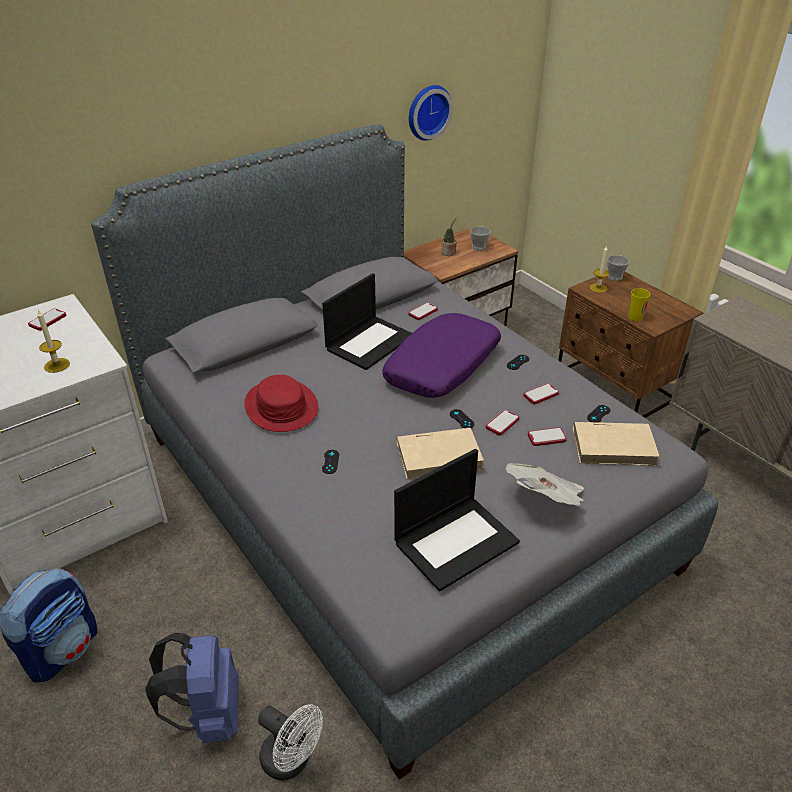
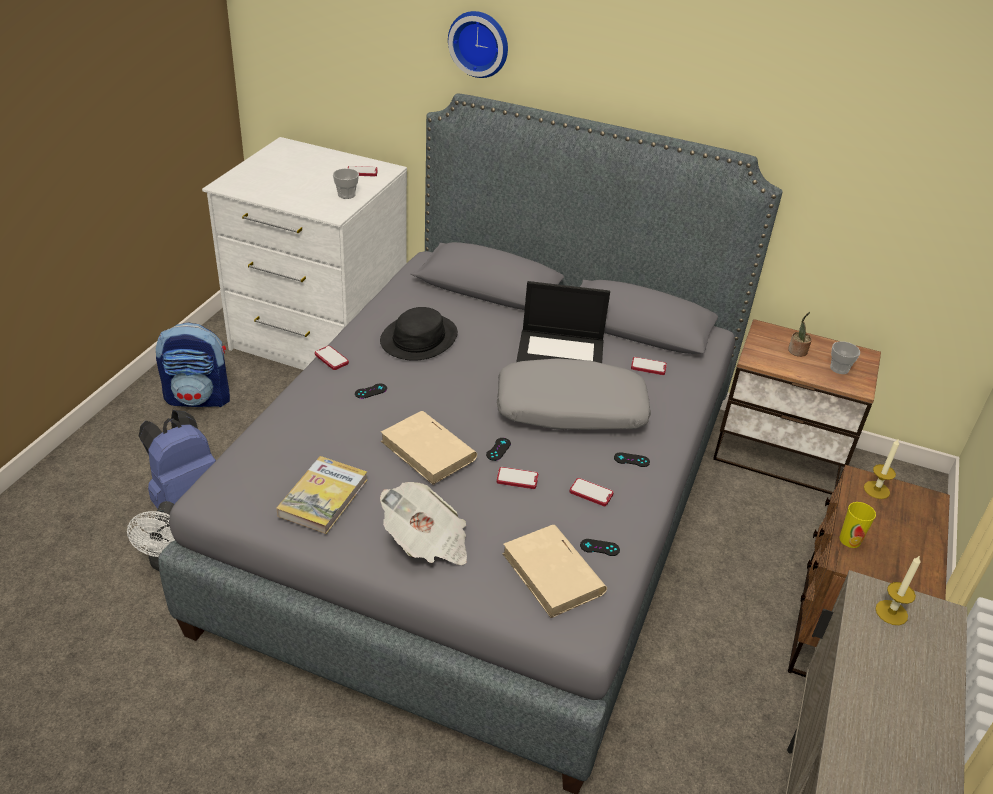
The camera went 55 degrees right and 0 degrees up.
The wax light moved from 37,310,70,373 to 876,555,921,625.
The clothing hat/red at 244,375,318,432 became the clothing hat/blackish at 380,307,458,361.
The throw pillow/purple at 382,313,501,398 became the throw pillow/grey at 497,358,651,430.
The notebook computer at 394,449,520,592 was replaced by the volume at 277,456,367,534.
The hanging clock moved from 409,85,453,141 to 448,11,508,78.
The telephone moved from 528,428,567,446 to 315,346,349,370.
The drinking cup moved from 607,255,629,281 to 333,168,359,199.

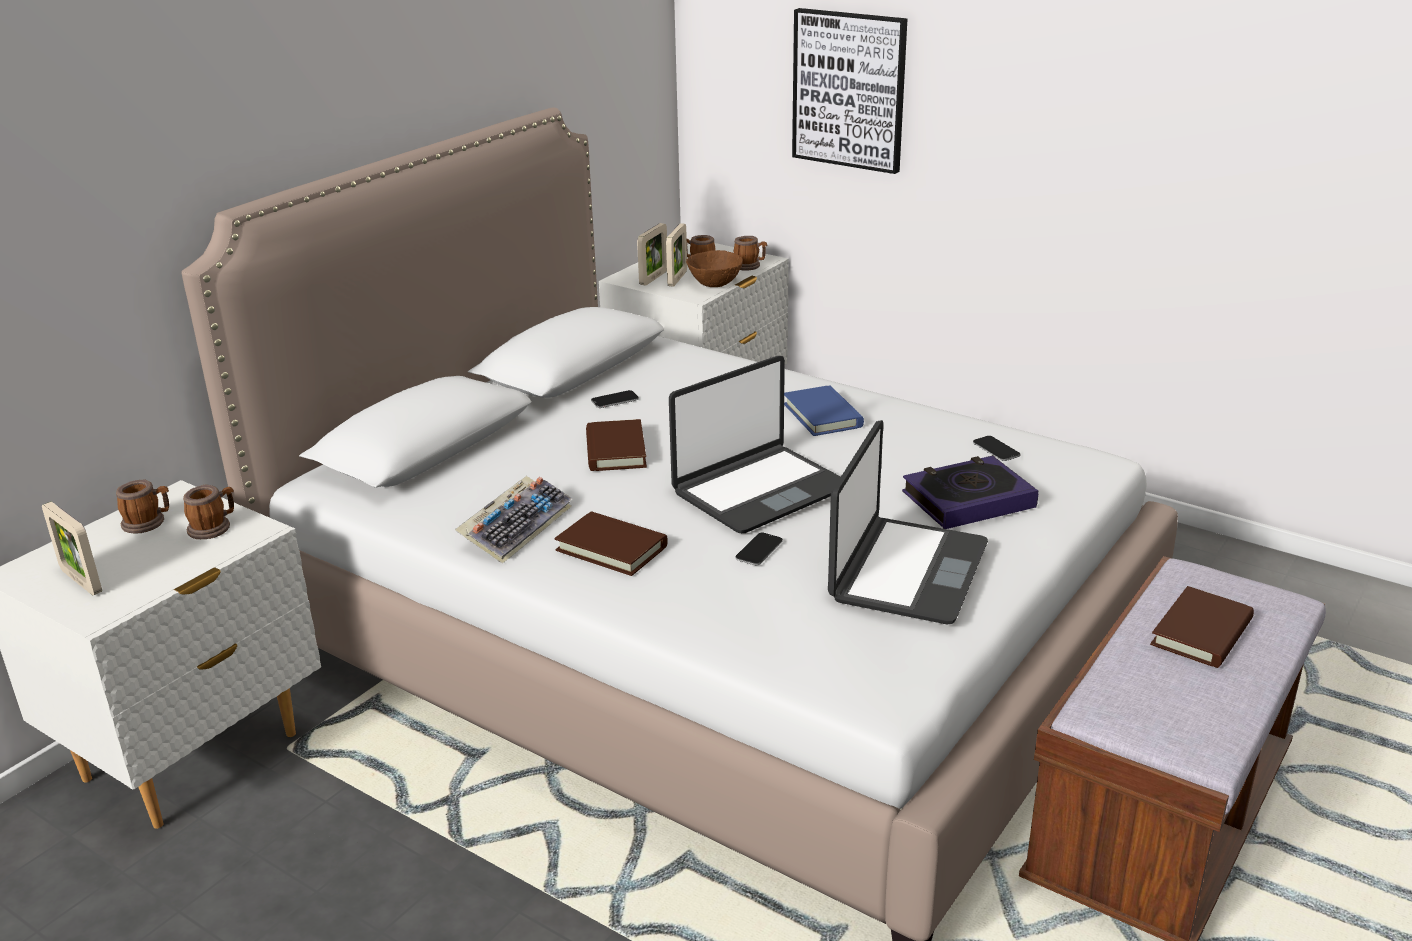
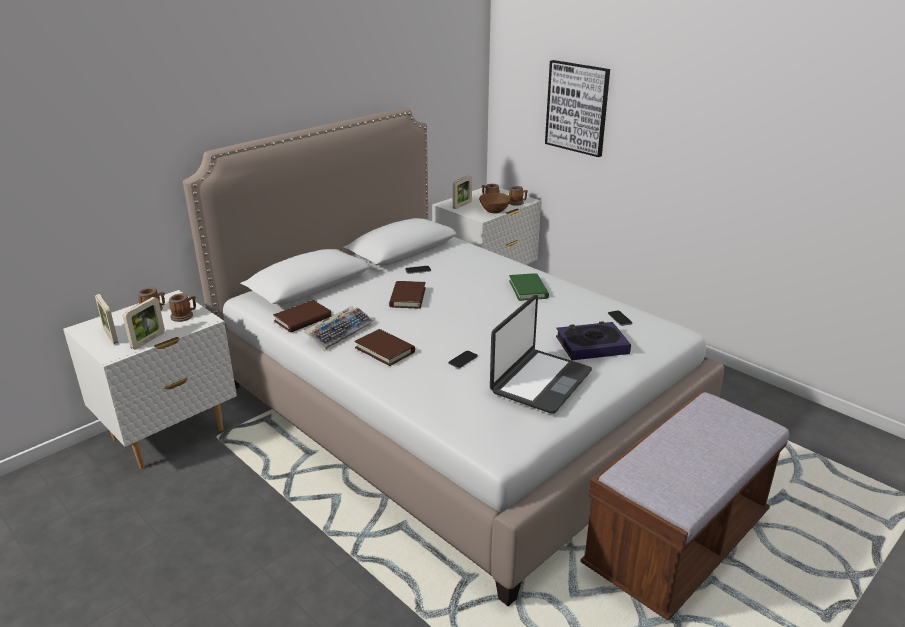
The camera went 10 degrees right and 0 degrees up.
The picture frame moved from 666,223,687,287 to 123,297,165,349.
The notebook computer at 669,356,841,533 disappeared.
The volume/blue at 784,385,864,436 became the volume/green at 509,273,549,301.
The volume/brown-coloured moved from 1150,586,1254,668 to 273,300,332,333.

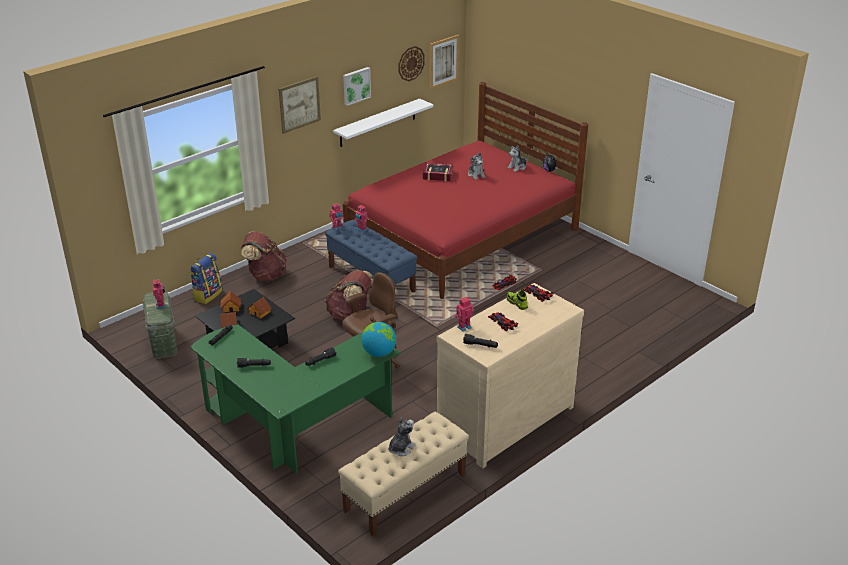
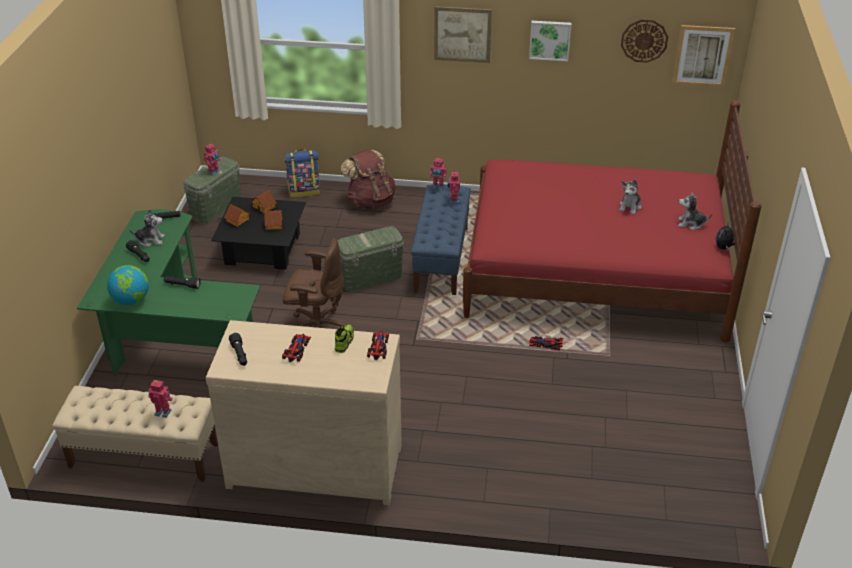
The camera went 50 degrees right and 5 degrees up.
The rucksack/brown-coloured at 325,270,373,320 was replaced by the storage box/green at 337,226,405,292.
The bracket shelf/whitish at 333,99,433,147 disappeared.
The globe moved from 361,322,396,357 to 107,265,149,305.
The plush toy moved from 388,417,416,456 to 129,209,165,247.
The volume at 423,163,454,181 disappeared.
The robot figure moved from 455,297,474,332 to 148,380,173,418.

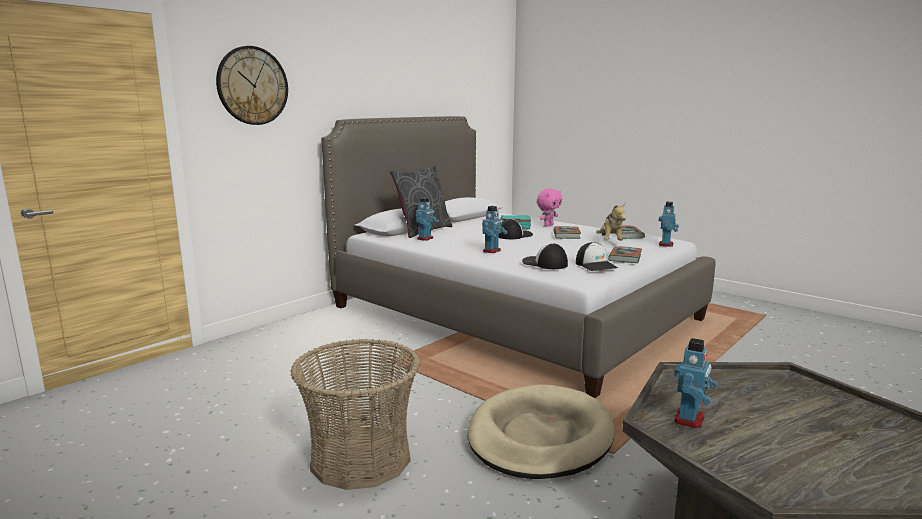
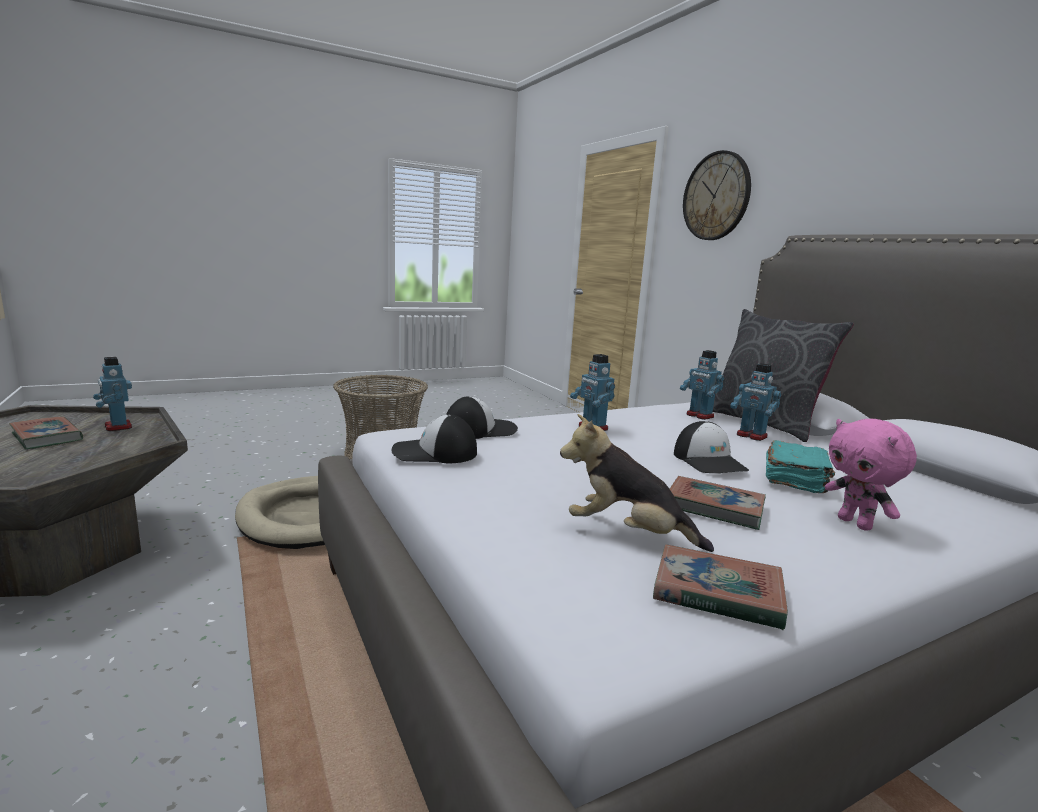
The camera went 110 degrees right and 0 degrees up.
The volume moved from 608,246,642,263 to 9,416,83,449.
The robot figure moved from 659,202,679,247 to 730,363,782,441.

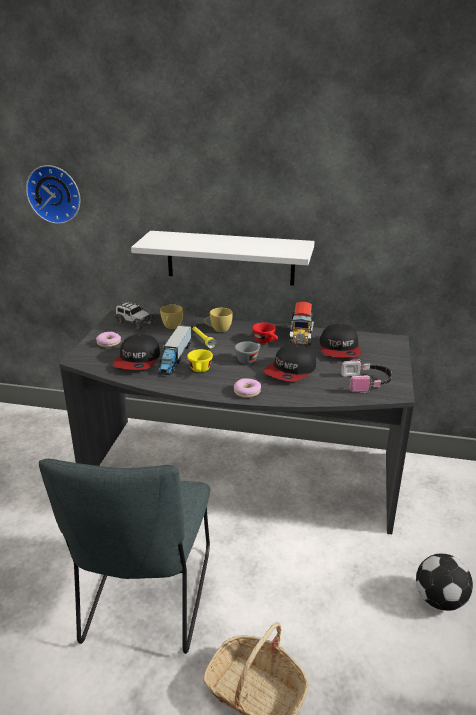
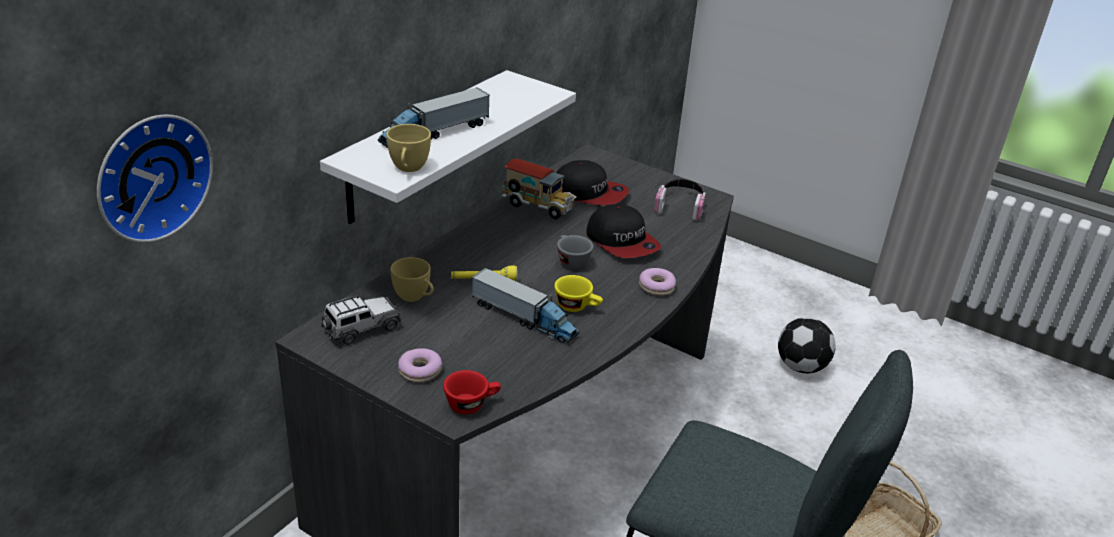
The camera went 70 degrees left and 5 degrees up.
The baseball cap at 113,334,160,370 disappeared.
The drinking cup/yellowish moved from 205,308,233,332 to 386,124,431,172.
The drinking cup/red moved from 252,322,278,343 to 443,370,501,414.
The model truck at 378,87,490,148 appeared.

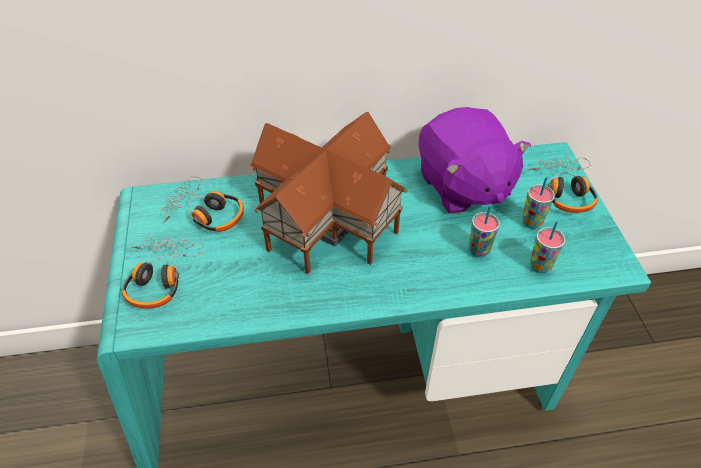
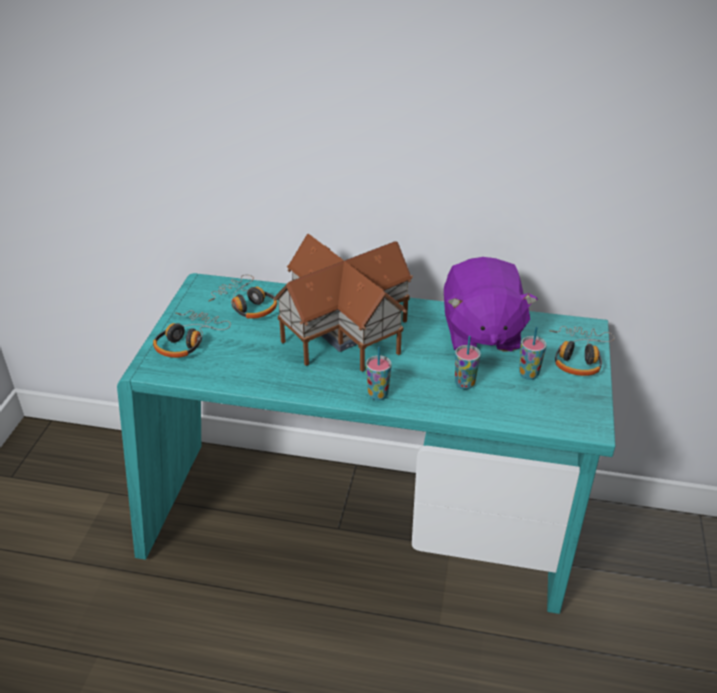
The camera went 20 degrees right and 10 degrees down.
The drinking cup moved from 530,221,565,273 to 366,346,391,400.

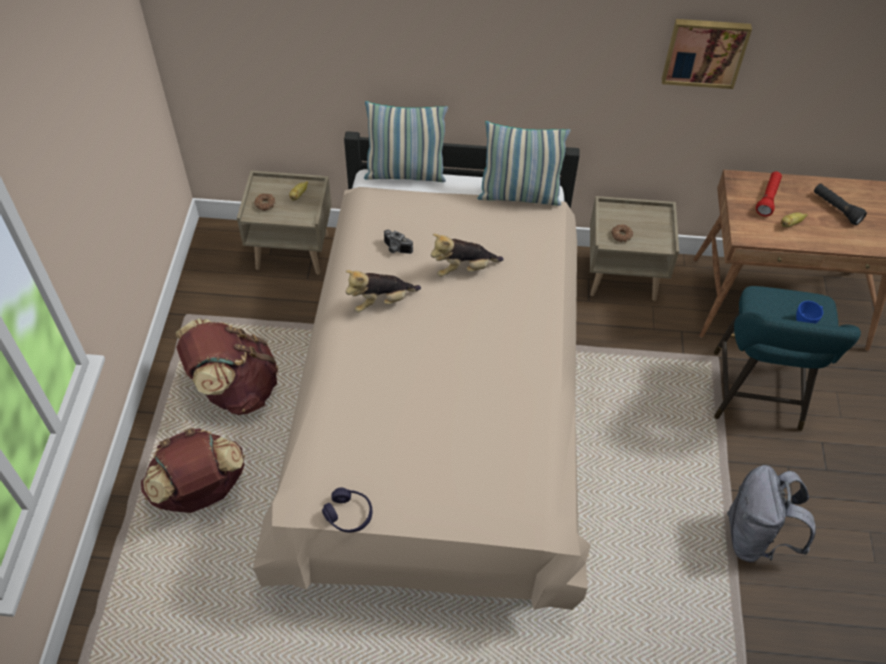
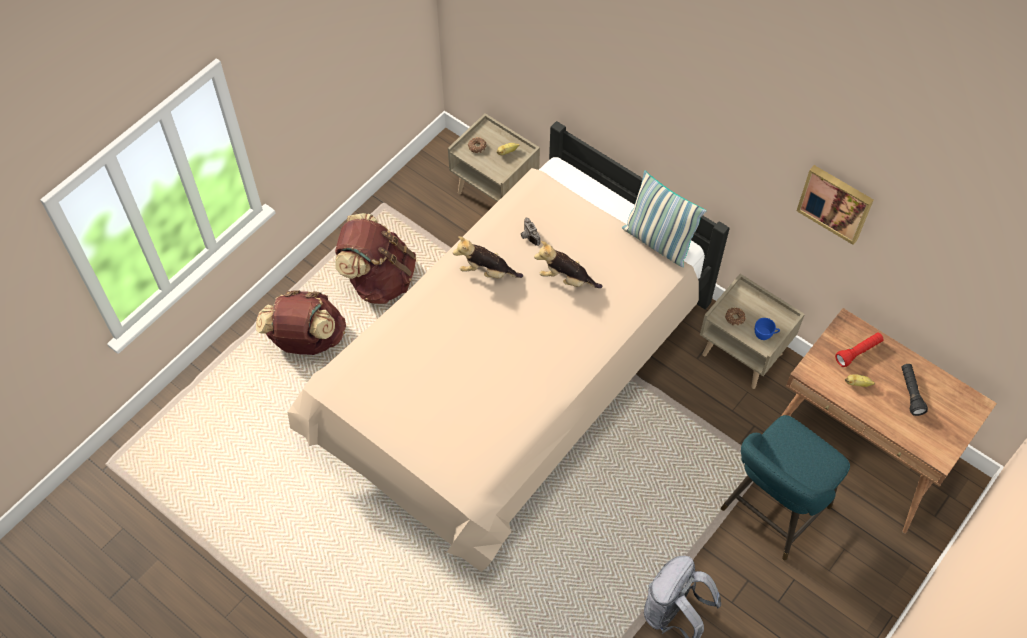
The camera went 35 degrees right and 5 degrees up.
The pair of headphones/purple at 322,488,372,533 disappeared.
The throw pillow at 364,101,448,182 disappeared.
The drinking cup/blue moved from 796,301,823,324 to 755,318,780,340.

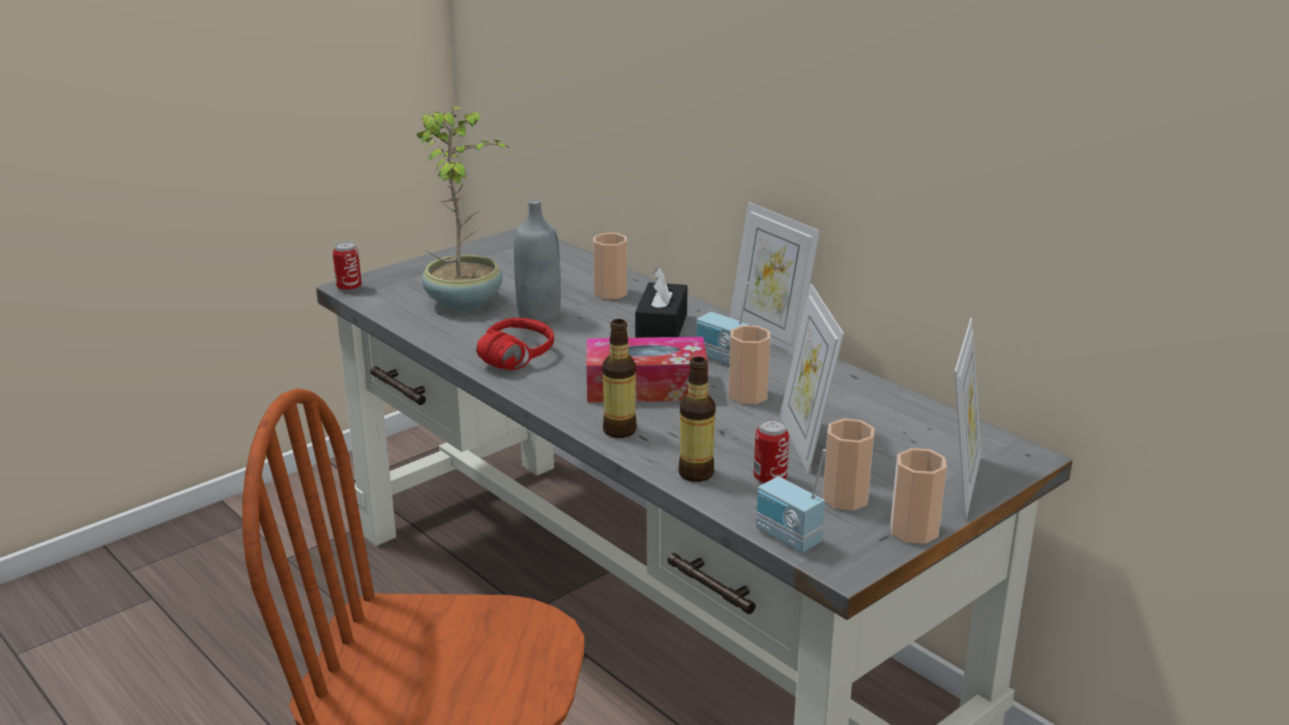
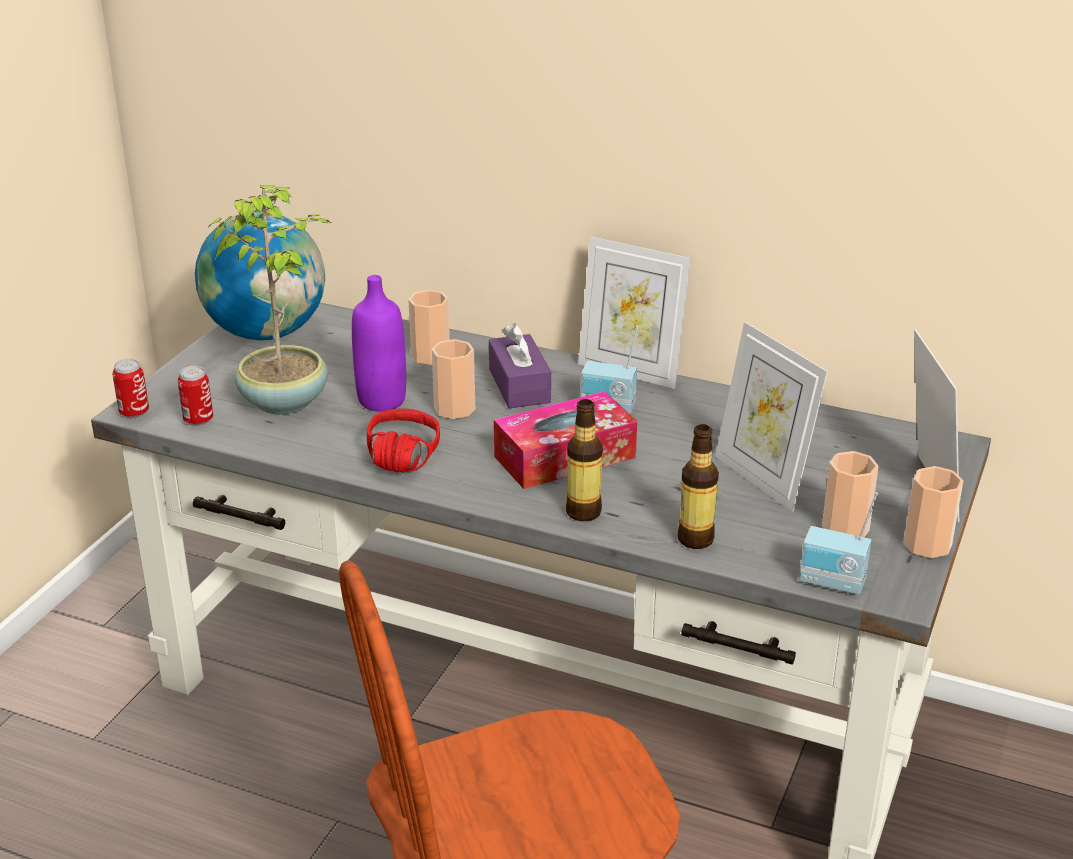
The camera went 25 degrees left and 5 degrees up.
The drink bottle/grey at 514,199,561,324 became the drink bottle/purple at 352,275,406,412.
The box of tissues/blackish at 635,267,687,338 became the box of tissues/purple at 489,323,551,408.
The drinking cup moved from 728,325,770,404 to 432,339,475,419.
The can moved from 754,419,789,484 to 178,366,213,426.
The globe at 195,211,325,340 appeared.

